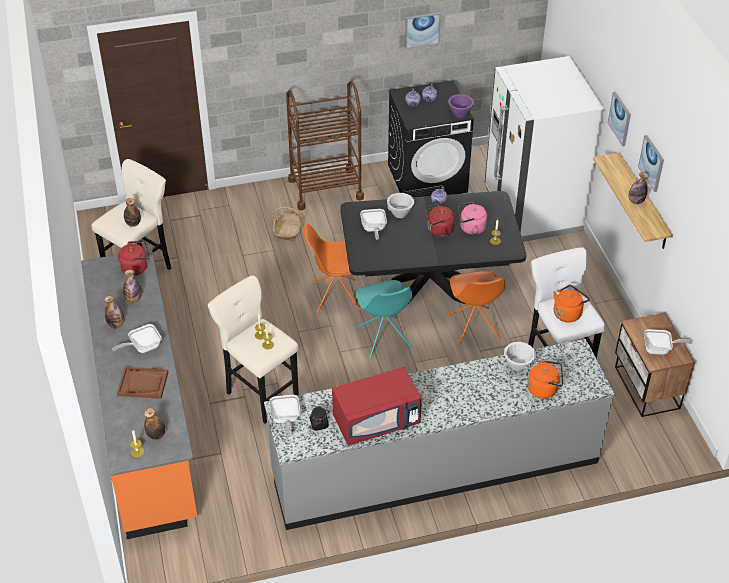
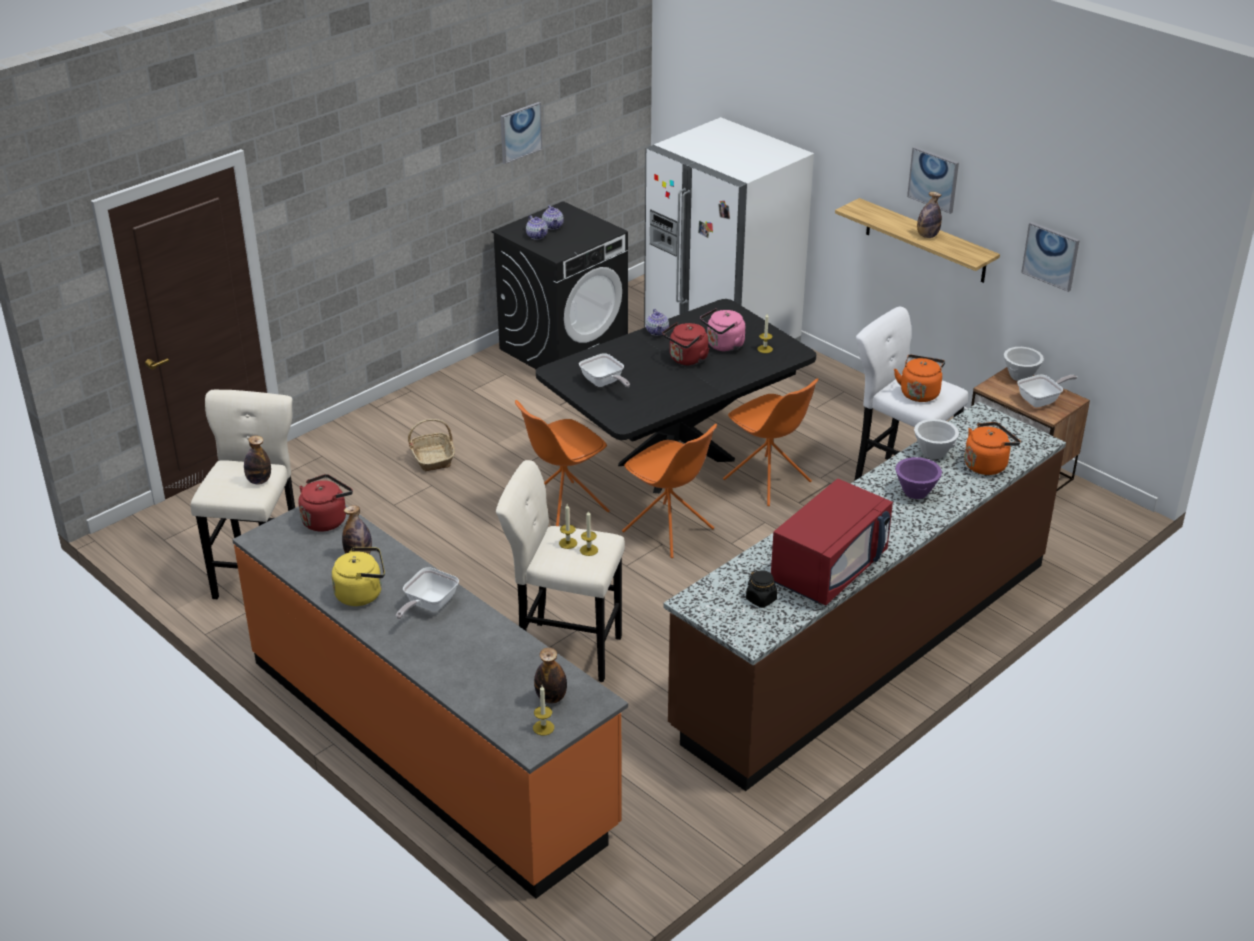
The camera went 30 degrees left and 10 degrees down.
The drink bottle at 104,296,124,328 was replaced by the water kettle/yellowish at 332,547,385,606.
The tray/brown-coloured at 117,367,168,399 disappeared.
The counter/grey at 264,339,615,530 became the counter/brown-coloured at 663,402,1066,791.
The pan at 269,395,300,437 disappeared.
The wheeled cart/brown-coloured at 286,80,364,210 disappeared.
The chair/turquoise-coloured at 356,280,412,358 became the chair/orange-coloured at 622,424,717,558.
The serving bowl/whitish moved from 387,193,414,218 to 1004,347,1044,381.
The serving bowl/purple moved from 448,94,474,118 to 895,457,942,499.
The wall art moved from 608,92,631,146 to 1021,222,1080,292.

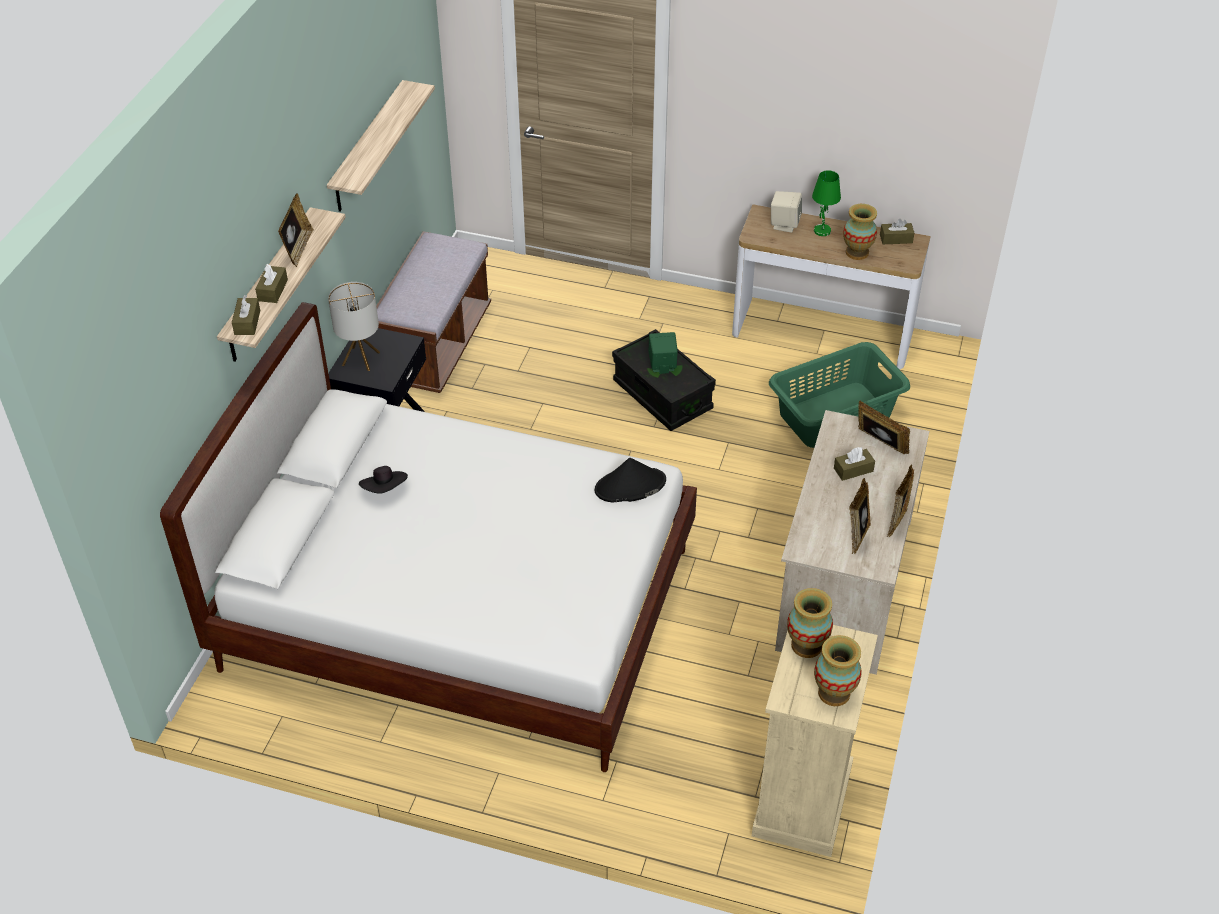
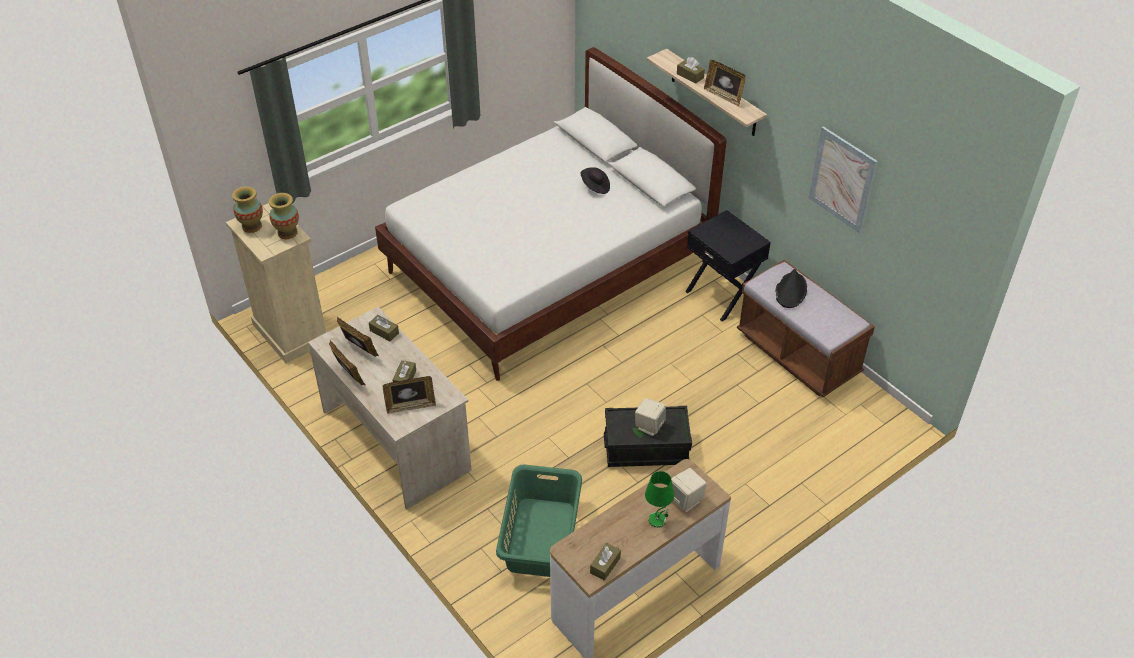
The camera went 125 degrees right and 0 degrees up.
The box of tissues/brown-coloured moved from 232,295,260,335 to 369,315,399,341.
The bracket shelf at 327,80,435,212 was replaced by the wall art at 809,126,878,233.
The tabletop lamp at 328,282,380,371 disappeared.
The clothing hat/blackish moved from 595,458,666,503 to 775,269,807,308.
The speaker/green at 649,332,678,374 became the speaker/beige at 635,398,666,436.
The decorative vase at 843,204,877,260 disappeared.

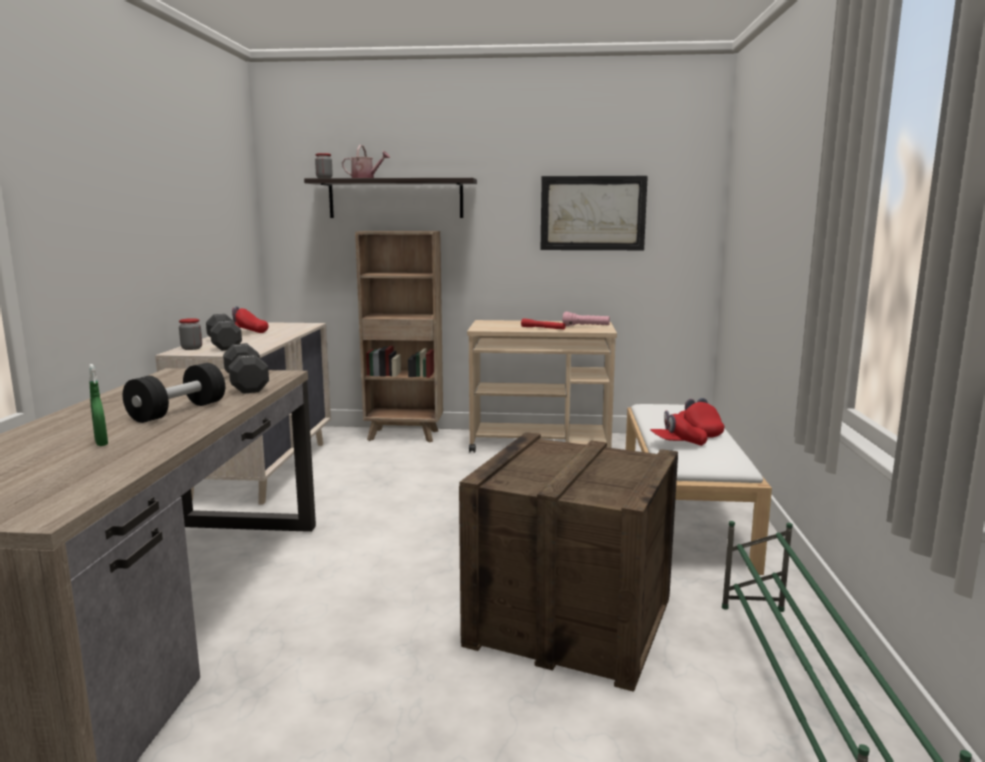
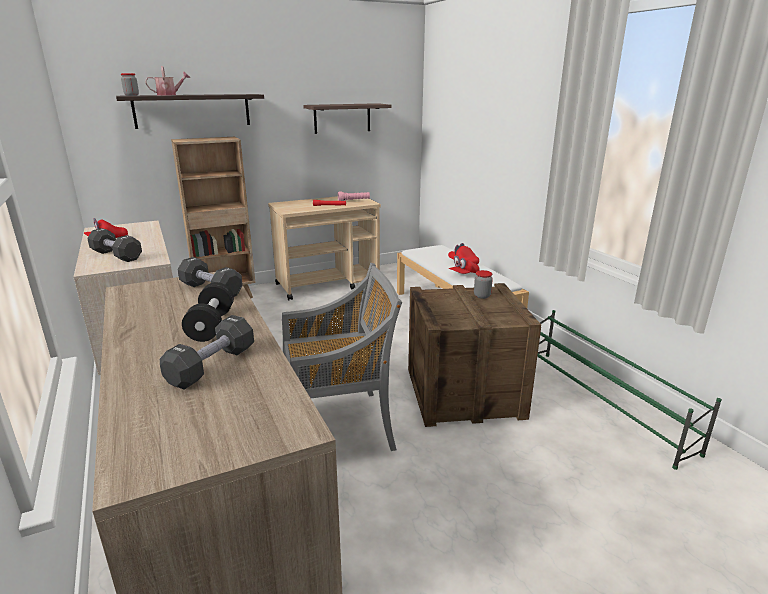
The camera went 30 degrees left and 10 degrees up.
The hand sprayer/green at 89,364,108,446 was replaced by the free weight/blackish at 160,315,254,390.
The preserve jar moved from 179,318,202,350 to 474,270,493,299.
The wall art at 541,176,648,250 was replaced by the bracket shelf at 303,103,391,134.
The chair/grey at 282,263,402,451 appeared.

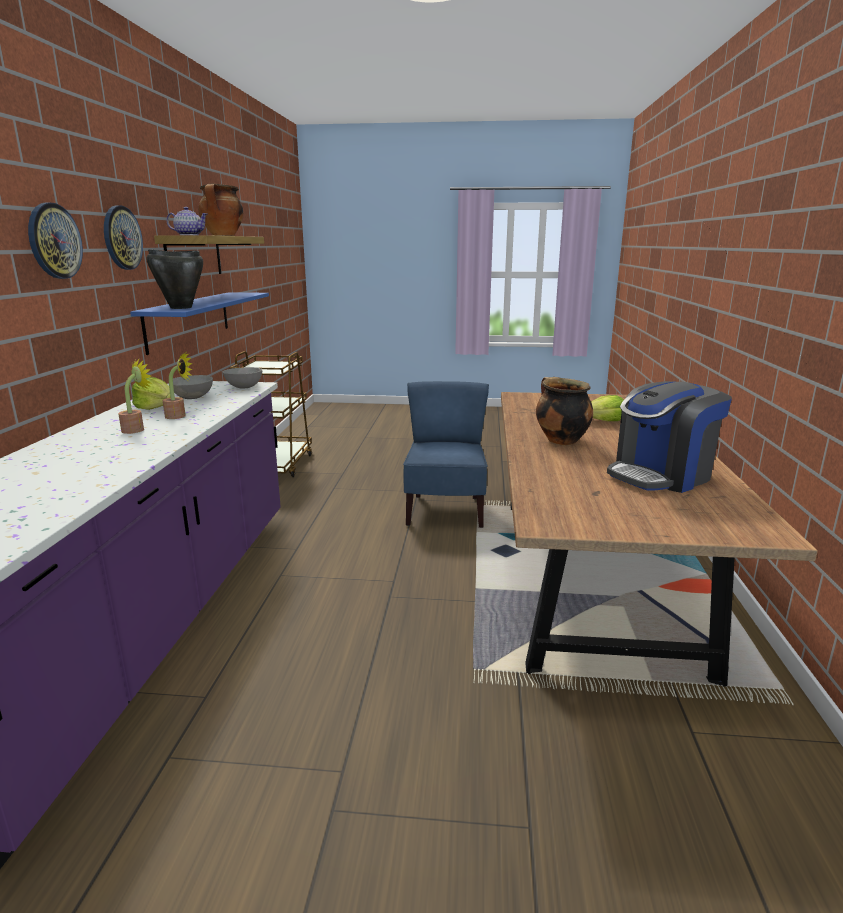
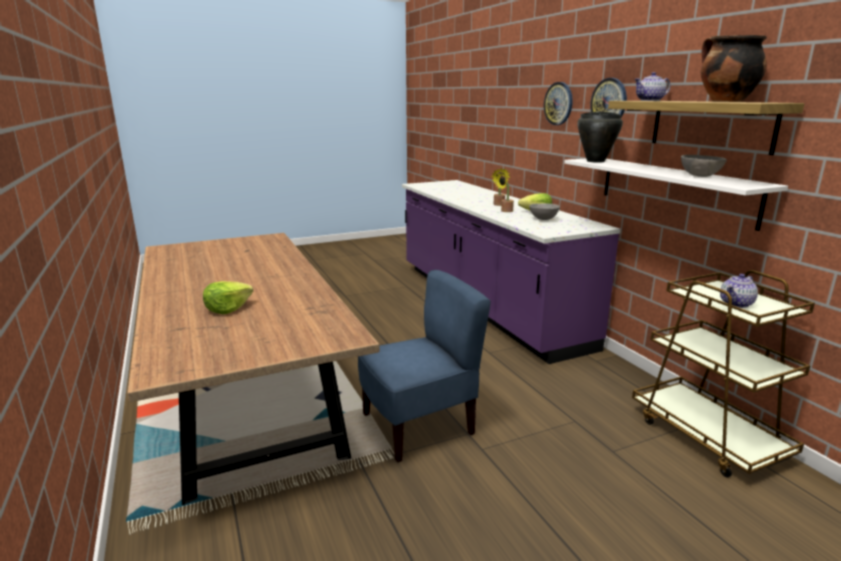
The camera went 150 degrees right and 0 degrees up.
The bracket shelf/blue at 130,292,269,355 became the bracket shelf/whitish at 564,159,788,231.
The serving bowl/grey moved from 223,367,262,389 to 681,155,727,177.
The chair/blue at 403,381,489,528 turned 90 degrees counterclockwise.
The saucepot at 536,377,593,445 disappeared.
The coffee brewer at 607,381,732,493 disappeared.
The pot for tea at 720,274,758,308 appeared.

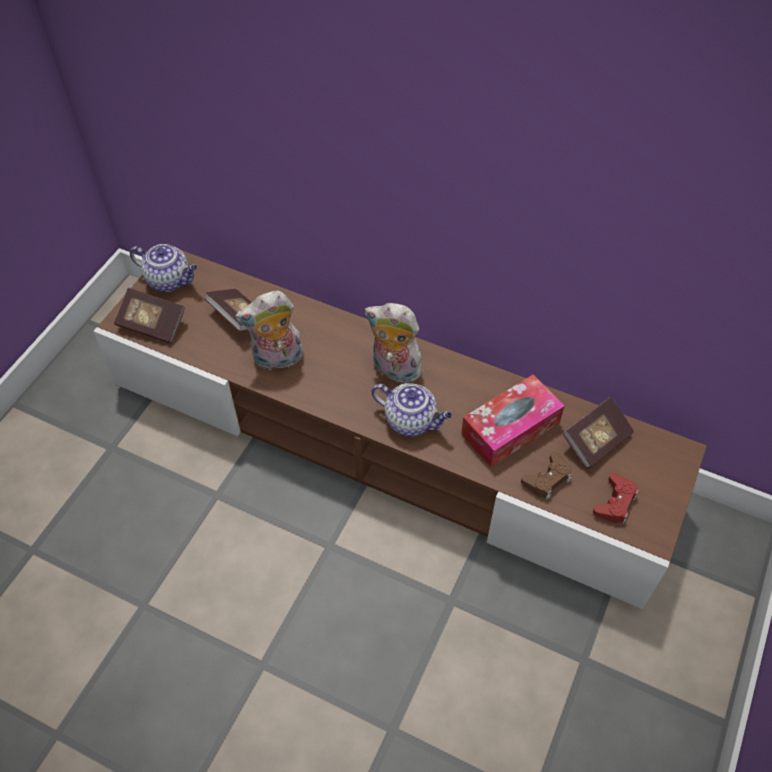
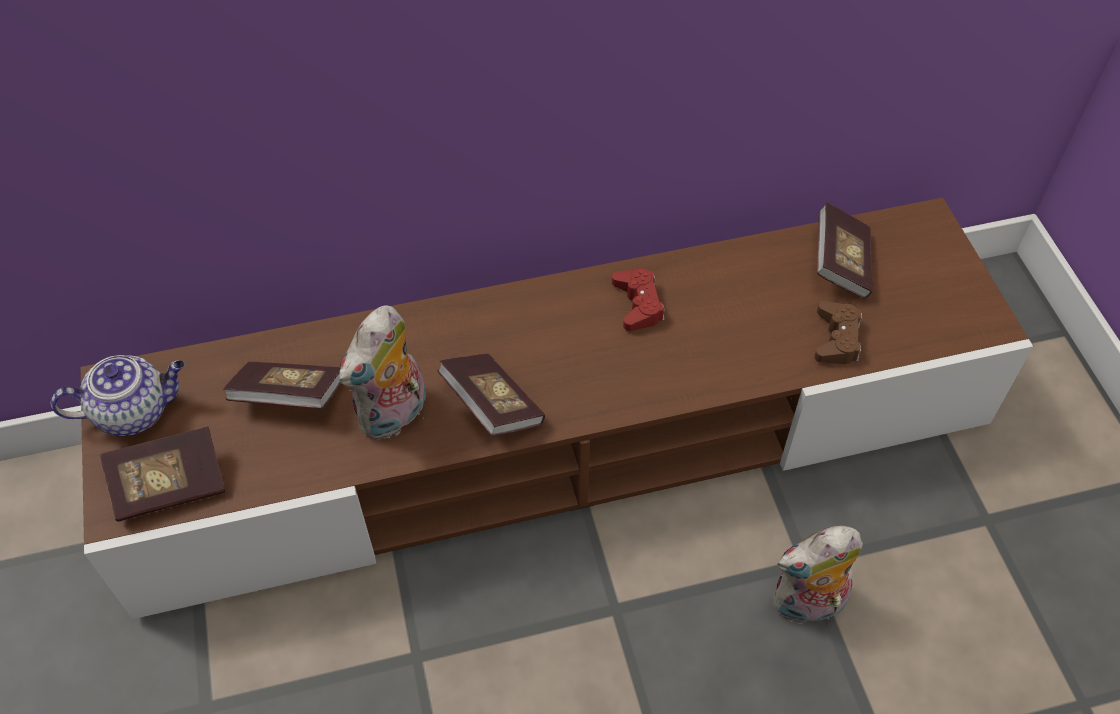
The camera went 40 degrees left and 0 degrees up.
The plush toy moved from 365,303,422,383 to 773,526,863,625.
The pot for tea at 372,383,452,437 disappeared.
The box of tissues at 461,374,565,467 disappeared.
The game controller/red moved from 593,473,639,523 to 612,268,665,331.
The volume at 437,354,545,436 appeared.

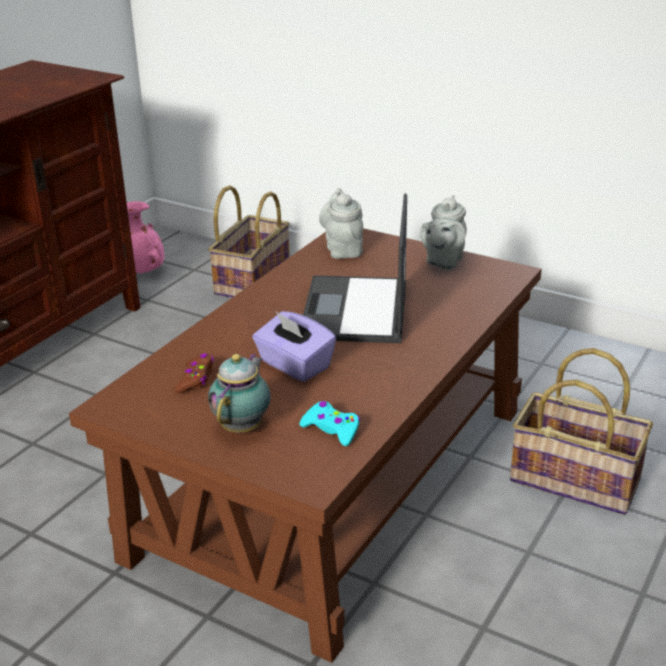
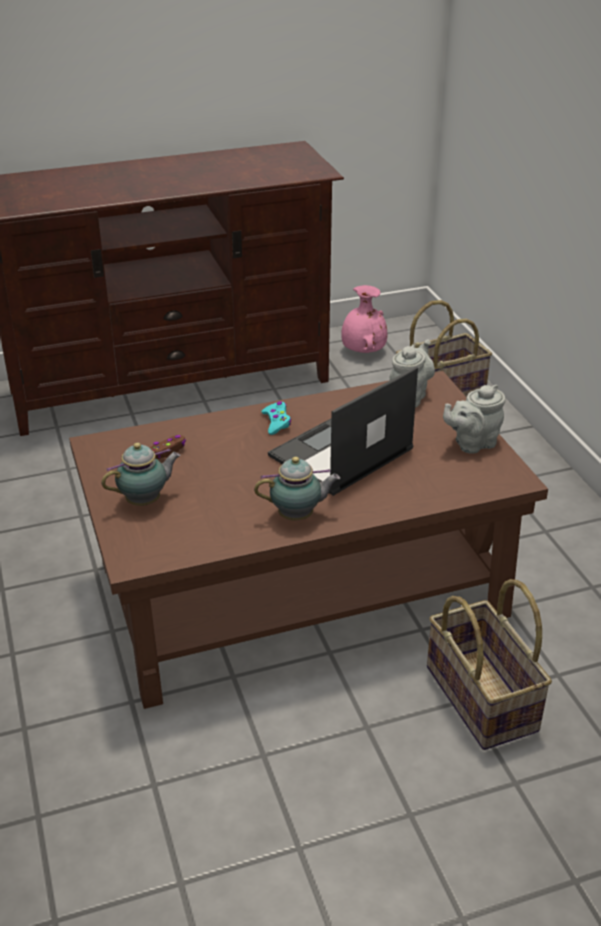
The camera went 40 degrees right and 5 degrees up.
The box of tissues/purple at 252,311,336,382 disappeared.
The game controller/turquoise-coloured moved from 299,401,360,446 to 261,401,291,435.
The pot for tea at 254,457,340,521 appeared.

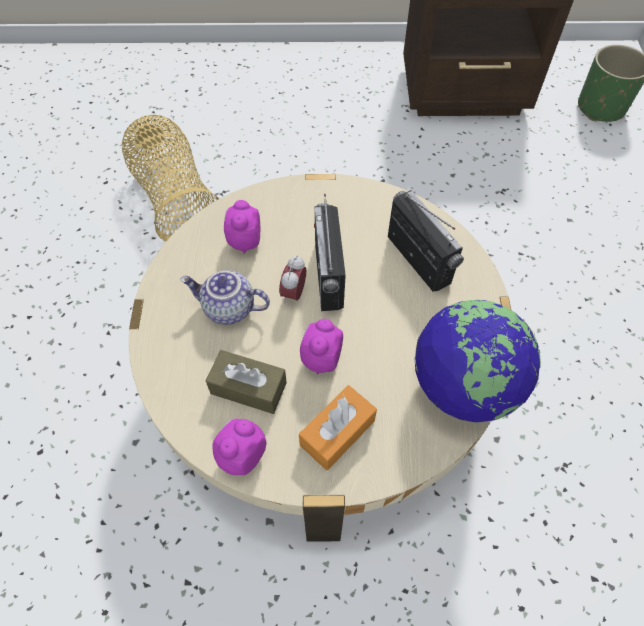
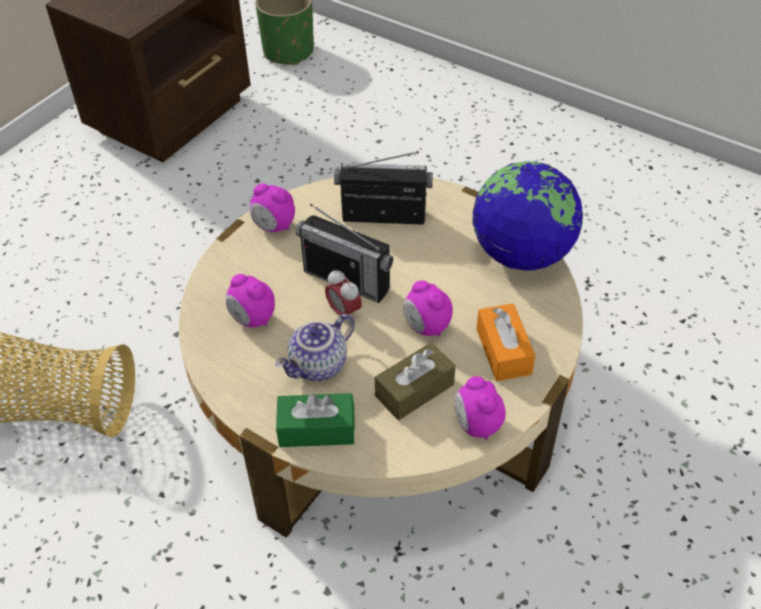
The camera went 55 degrees left and 10 degrees down.
The bedside clock at 250,183,295,232 appeared.
The box of tissues/green at 276,393,355,447 appeared.

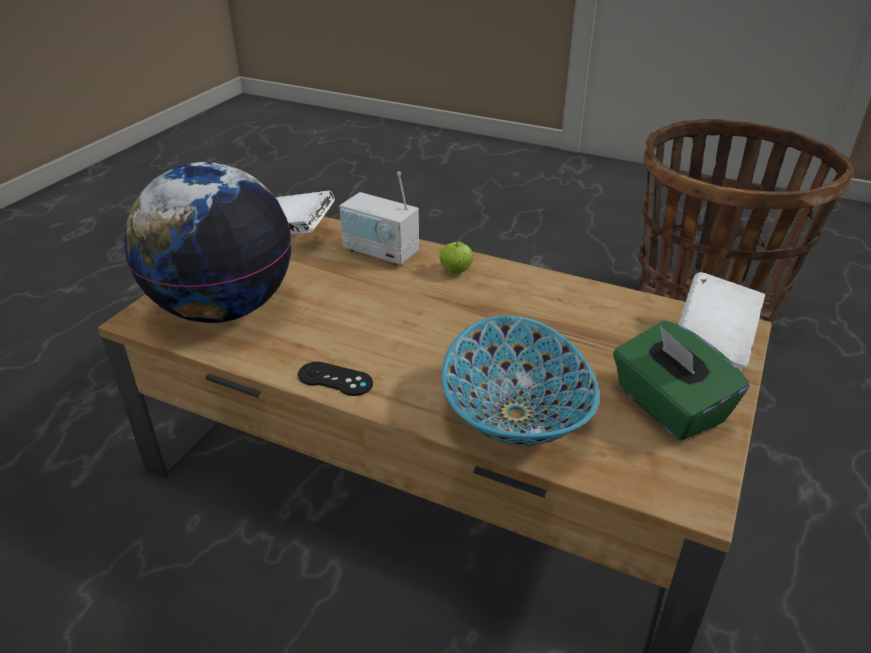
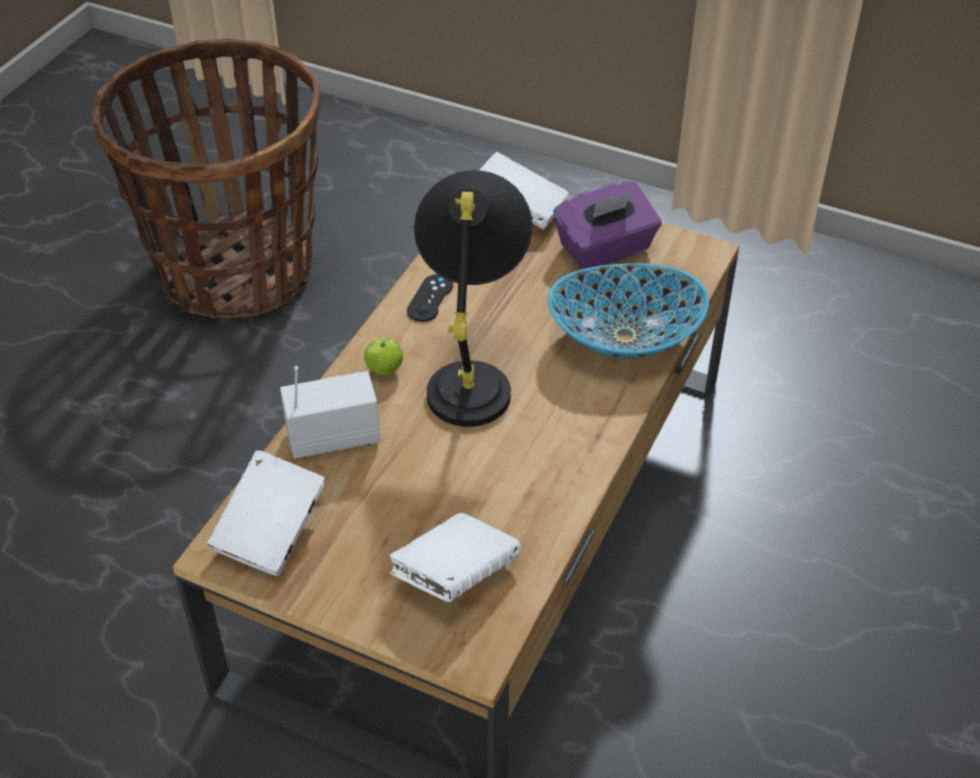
The camera went 90 degrees left and 10 degrees up.
The globe at 124,162,291,323 was replaced by the volume/whitish at 389,513,521,602.
The game controller/blackish moved from 298,362,373,396 to 407,274,453,322.
The radio at 340,171,419,265 turned 135 degrees counterclockwise.
The box of tissues/green at 613,320,749,441 became the box of tissues/purple at 553,182,662,269.
The tabletop lamp/blackish at 414,170,532,427 appeared.

